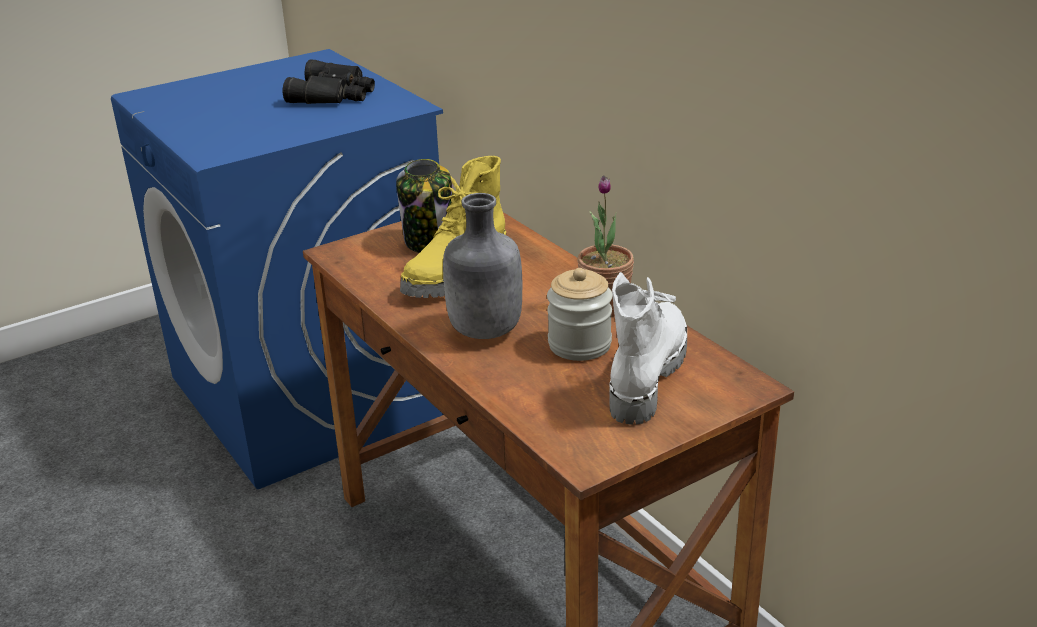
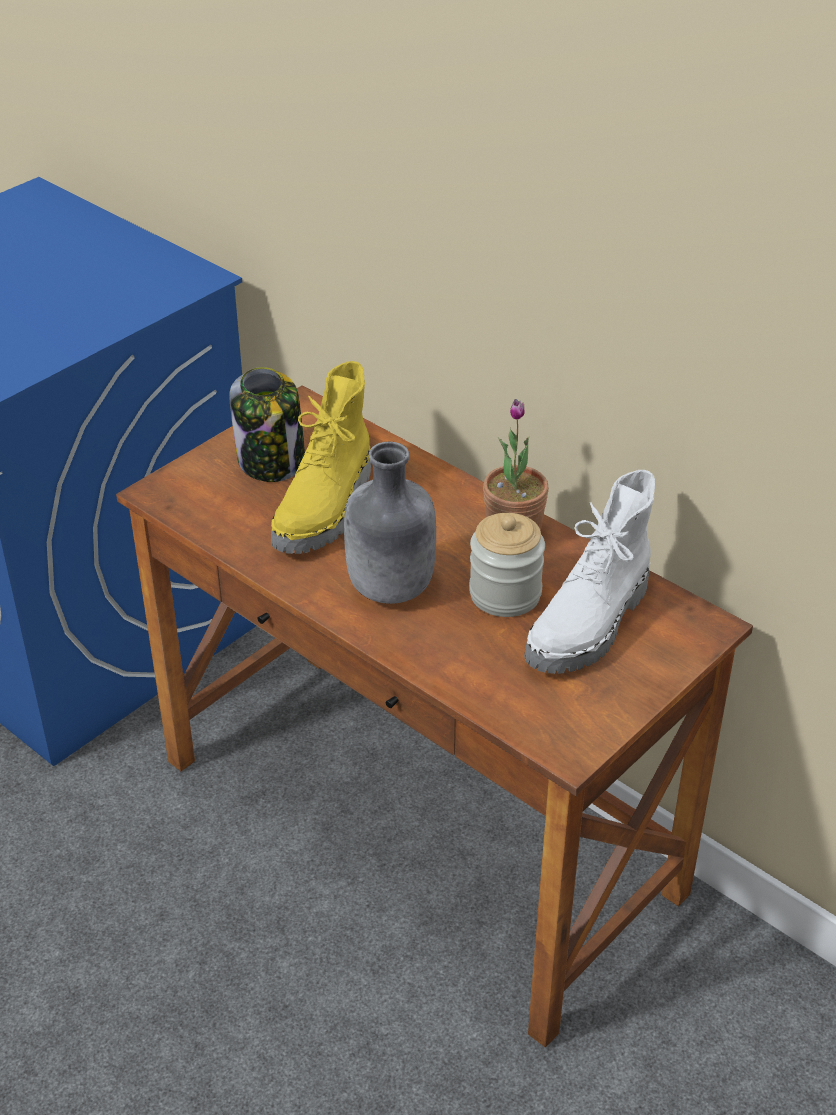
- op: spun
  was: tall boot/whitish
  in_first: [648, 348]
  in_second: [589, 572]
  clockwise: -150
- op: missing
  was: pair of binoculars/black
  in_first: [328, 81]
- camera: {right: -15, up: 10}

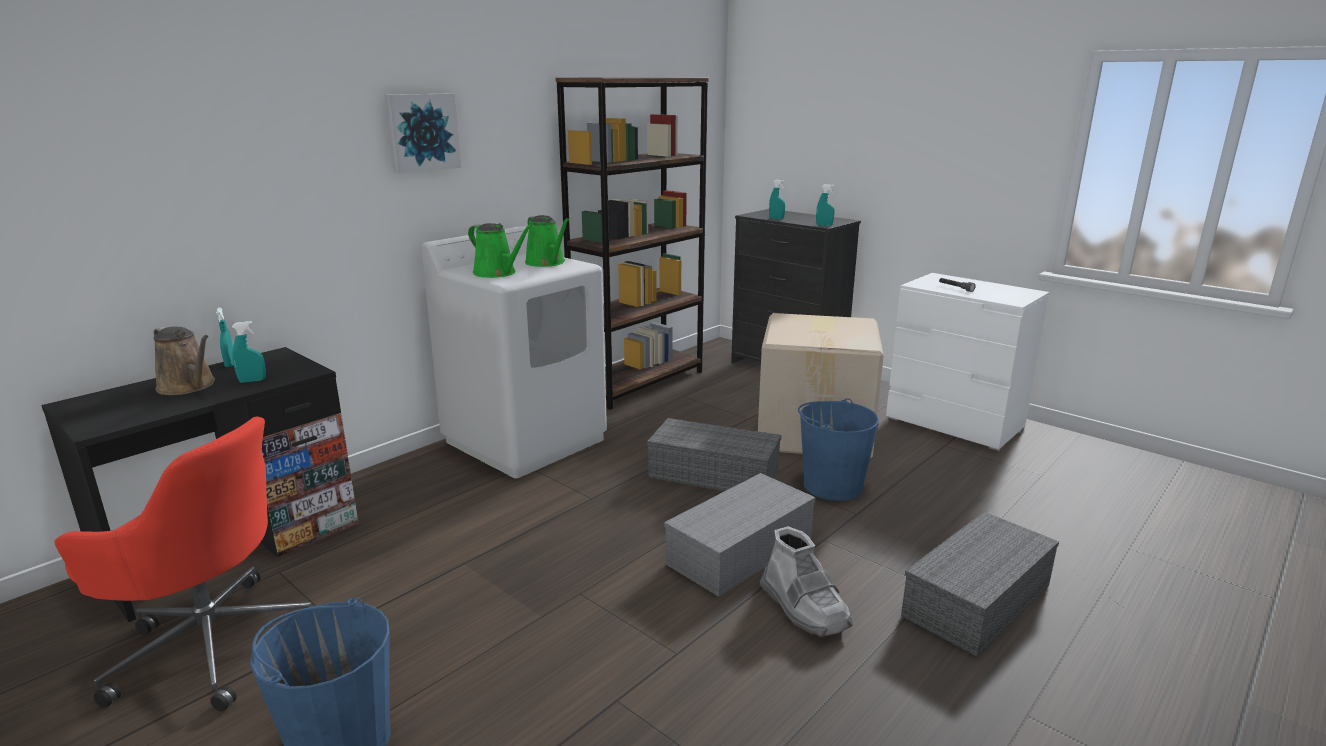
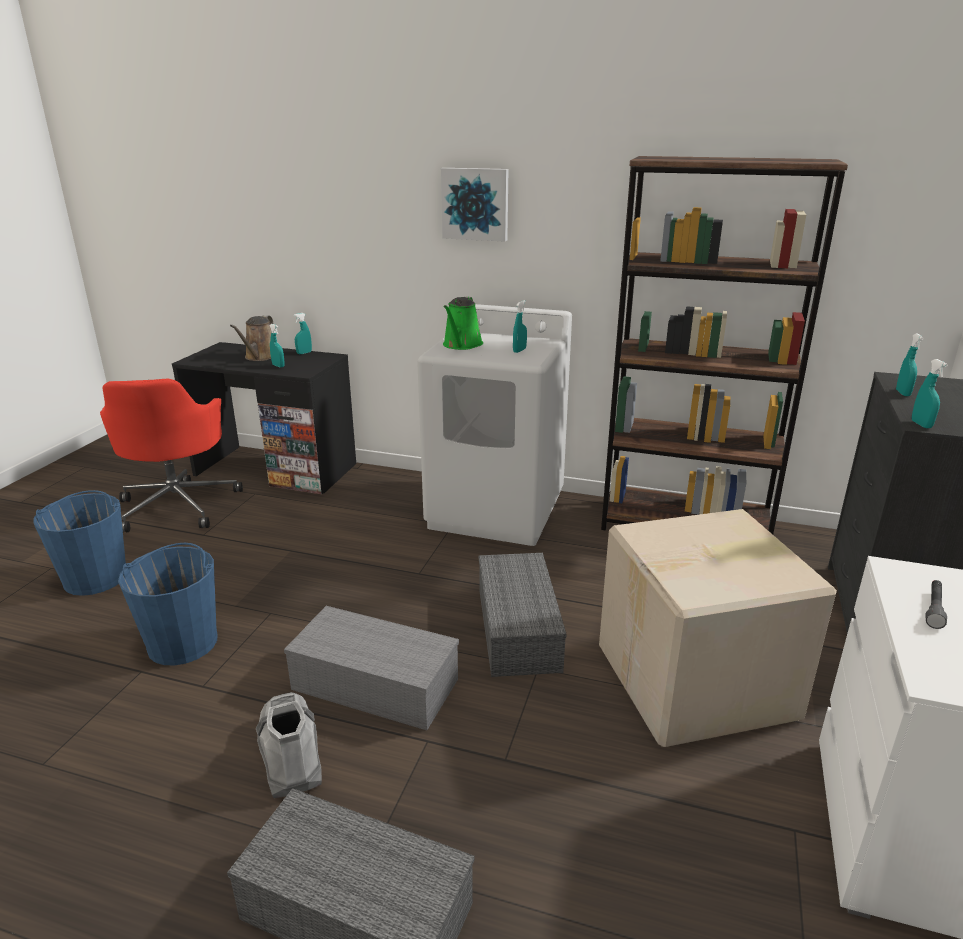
- op: relocated
  was: bucket/blue-coloured
  in_first: [838, 449]
  in_second: [167, 604]
- op: spun
  was: tall boot/greyish
  in_first: [806, 581]
  in_second: [289, 745]
  clockwise: 120
- op: exchanged
  was: watering can/green
  now: spray bottle/turquoise-coloured
  in_first: [547, 241]
  in_second: [520, 326]
- camera: {right: 65, up: 5}

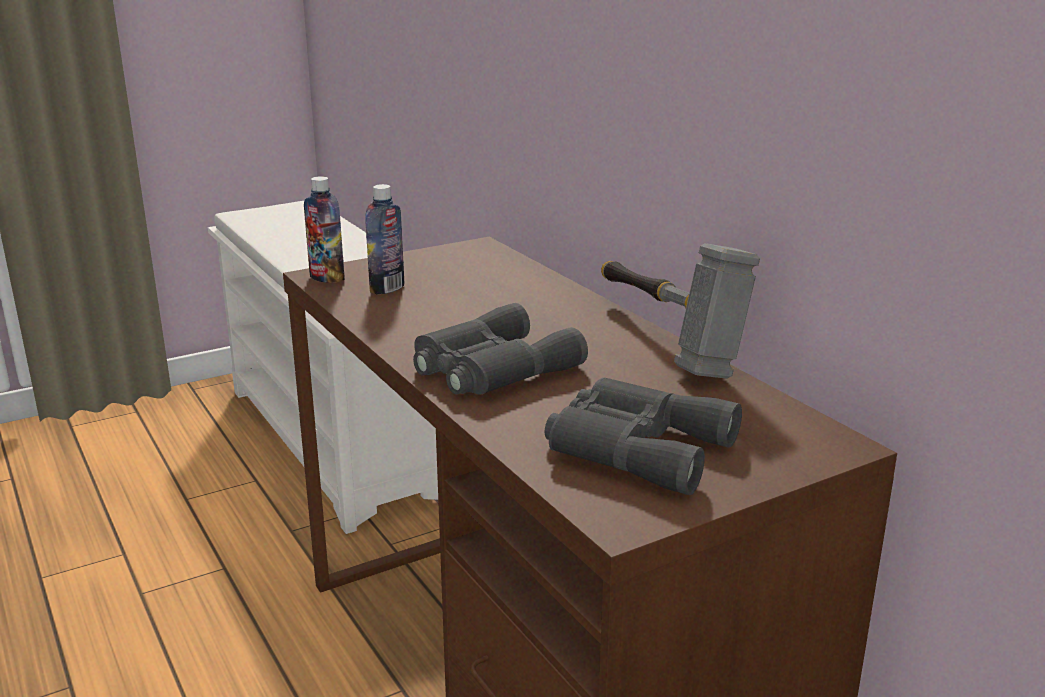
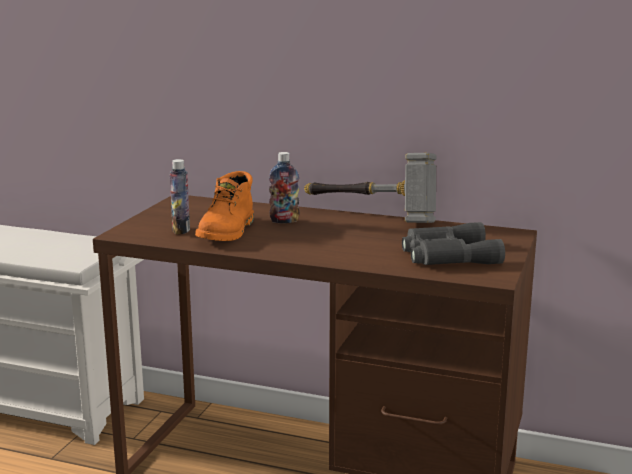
- op: appeared
  now: tall boot/orange-coloured
  in_second: [224, 206]
- op: relocated
  was: bottle
  in_first: [324, 229]
  in_second: [284, 187]
- op: missing
  was: pair of binoculars/greyish
  in_first: [500, 349]
- camera: {right: -40, up: -5}

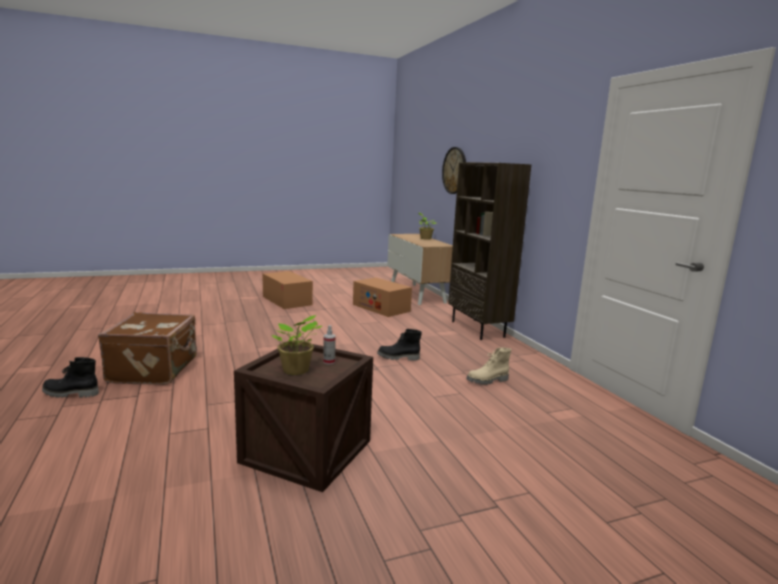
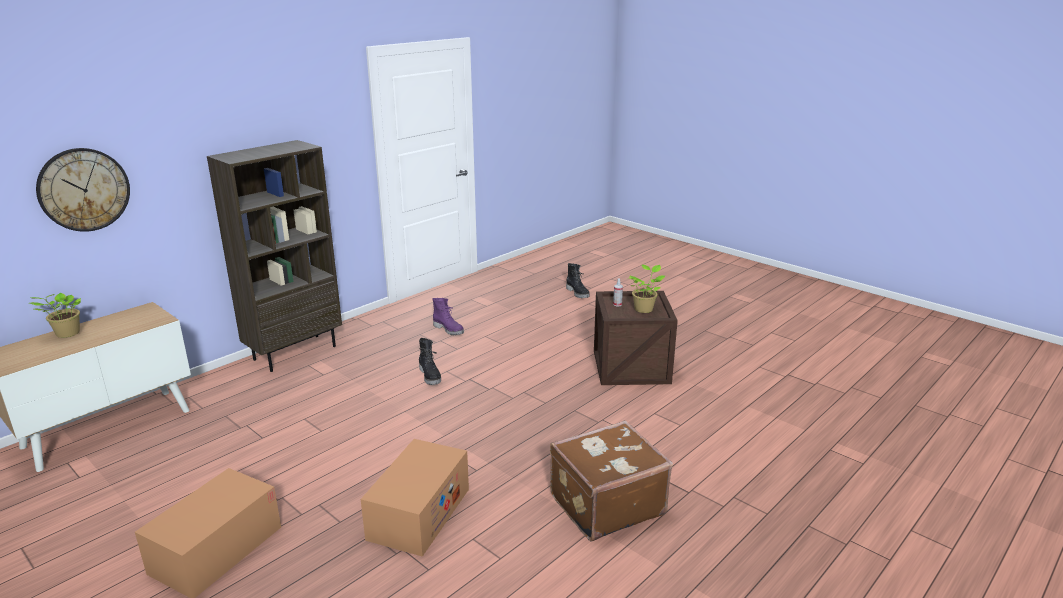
- op: relocated
  was: carton
  in_first: [382, 297]
  in_second: [415, 498]
- op: colour
  was: tall boot/beige
  now: tall boot/purplish
  in_first: [488, 366]
  in_second: [448, 316]
- op: relocated
  was: tall boot/black
  in_first: [70, 377]
  in_second: [577, 280]
- camera: {right: -115, up: 10}

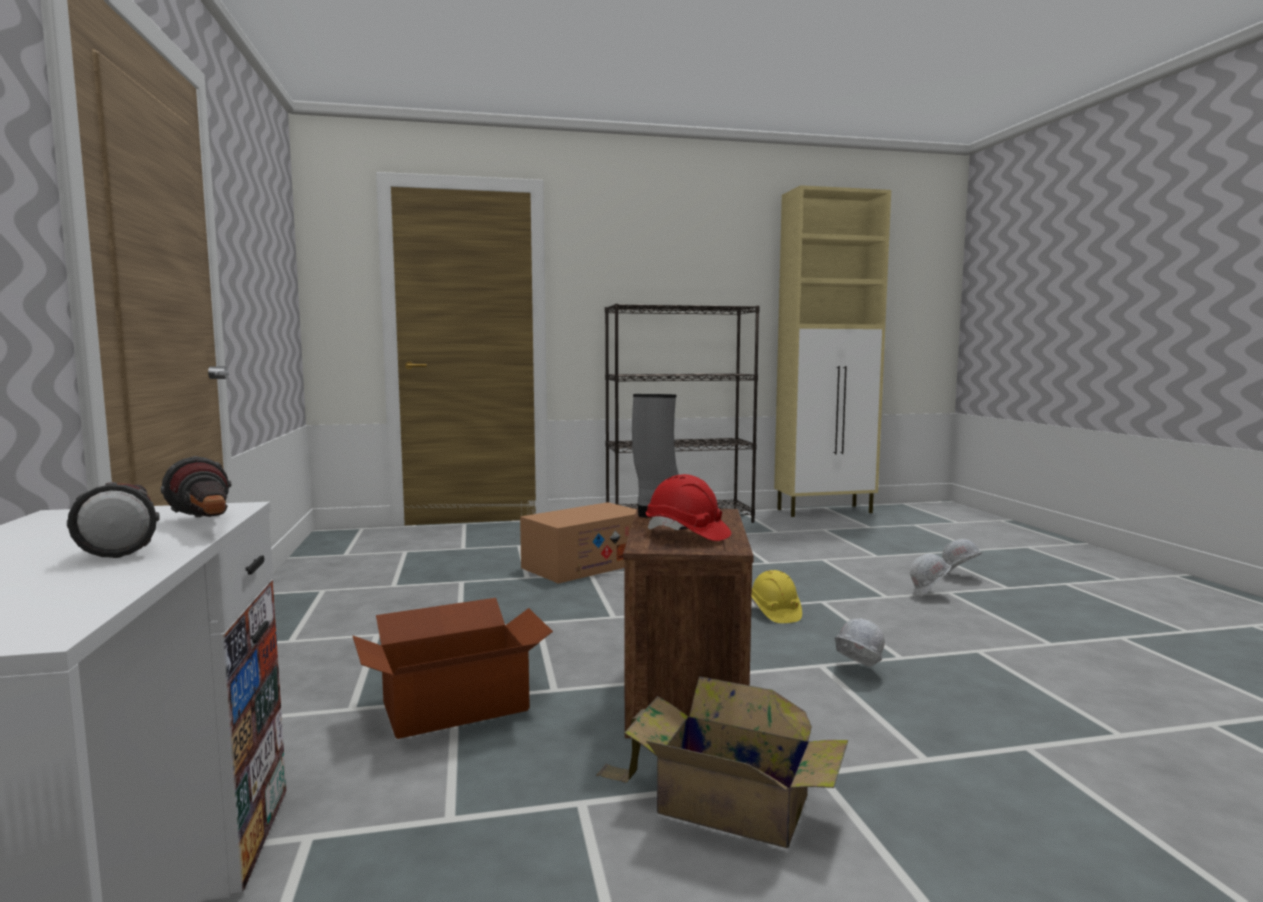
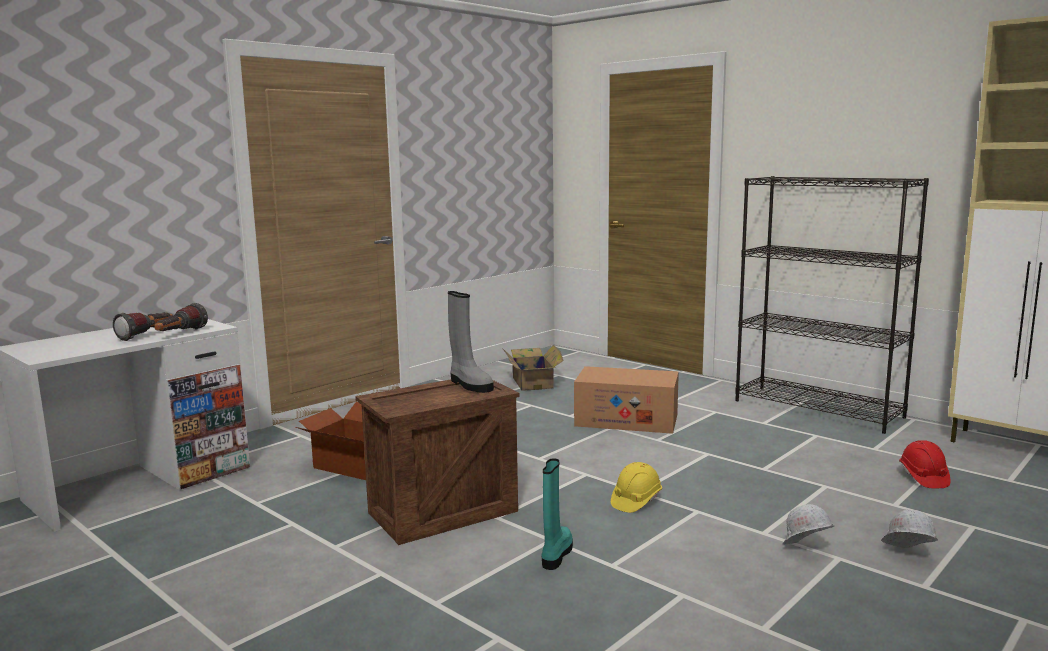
- op: relocated
  was: carton
  in_first: [722, 762]
  in_second: [533, 368]
- op: exchanged
  was: hard hat/whitish
  now: tall boot/turquoise-coloured
  in_first: [860, 642]
  in_second: [557, 514]
- op: relocated
  was: hard hat/red
  in_first: [688, 507]
  in_second: [924, 464]
- camera: {right: 55, up: 5}

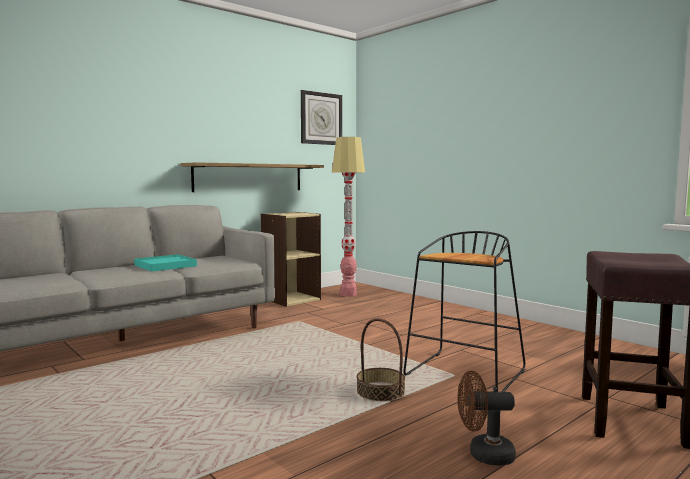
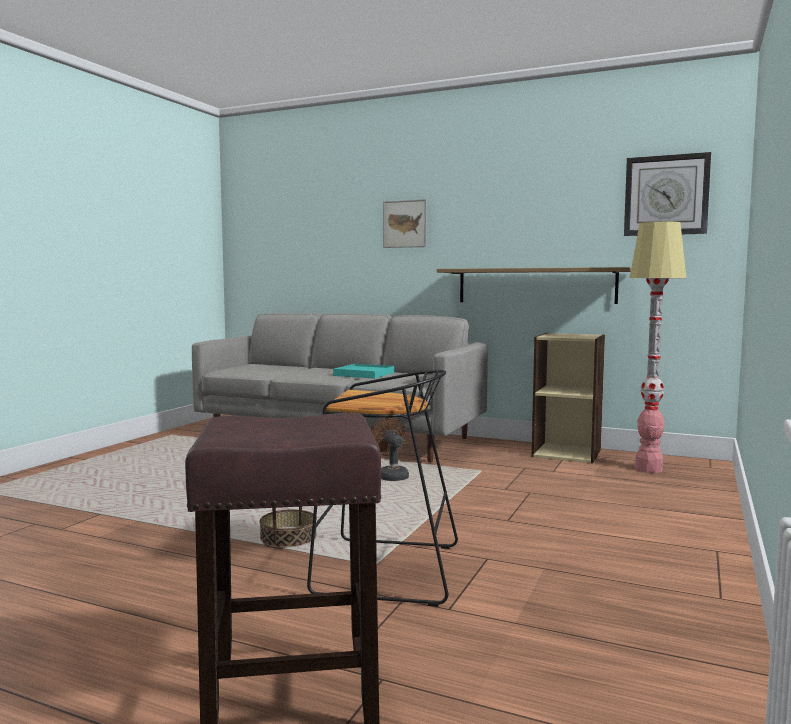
- op: relocated
  was: cooling fan/brown
  in_first: [487, 417]
  in_second: [390, 449]
- op: appeared
  now: wall art
  in_second: [405, 223]
- camera: {right: 65, up: 0}

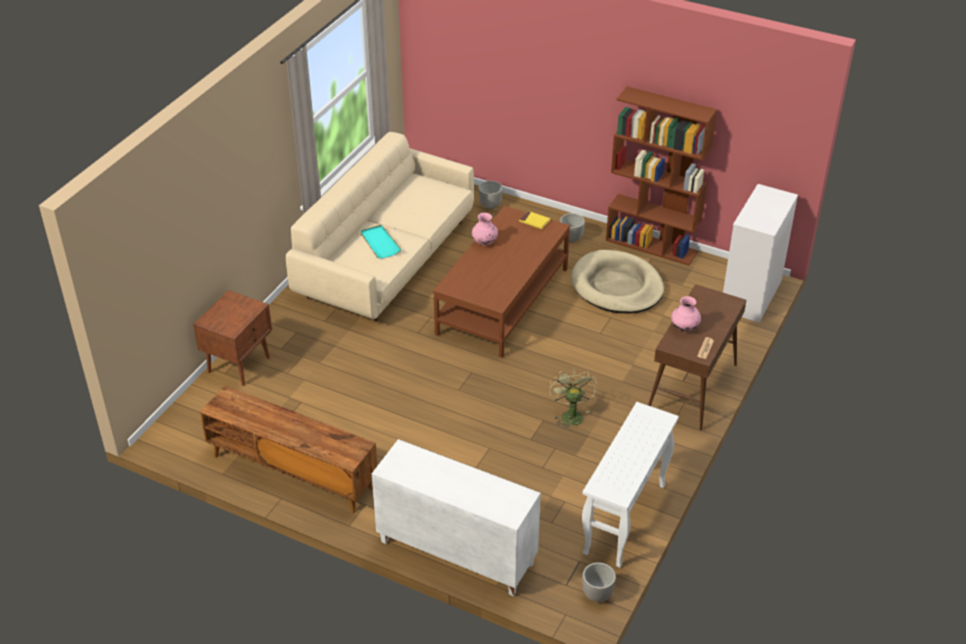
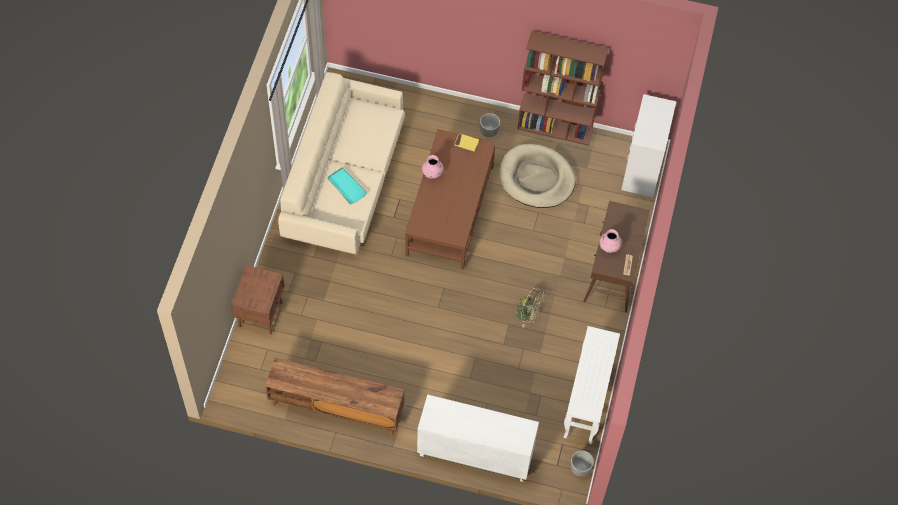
- op: spun
  was: cooling fan/green
  in_first: [573, 399]
  in_second: [529, 307]
  clockwise: 135
- op: missing
  was: planter
  in_first: [490, 195]
- camera: {right: -15, up: 20}

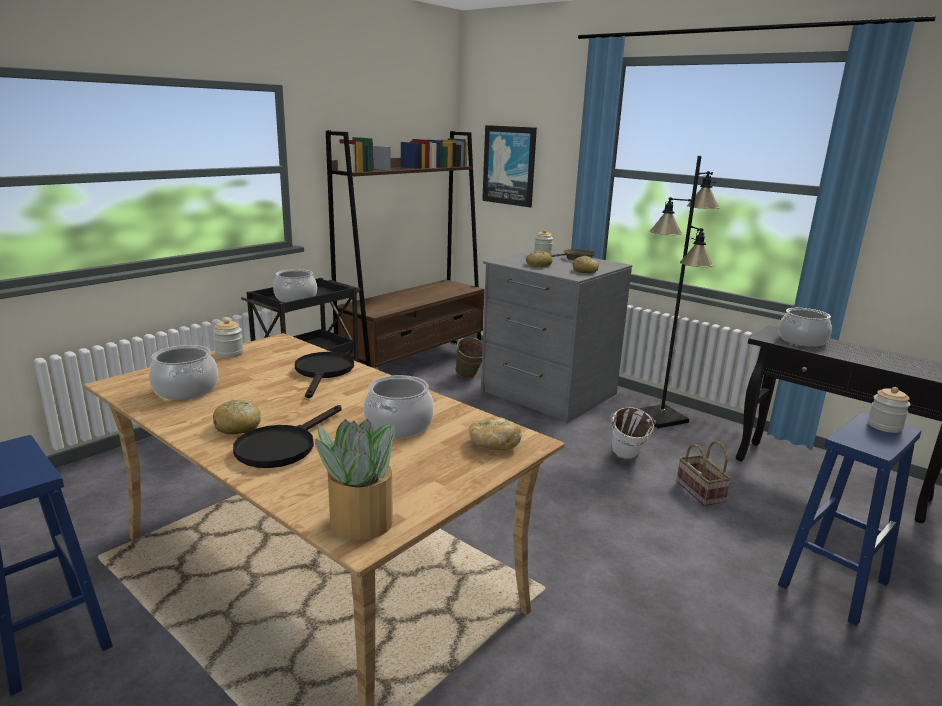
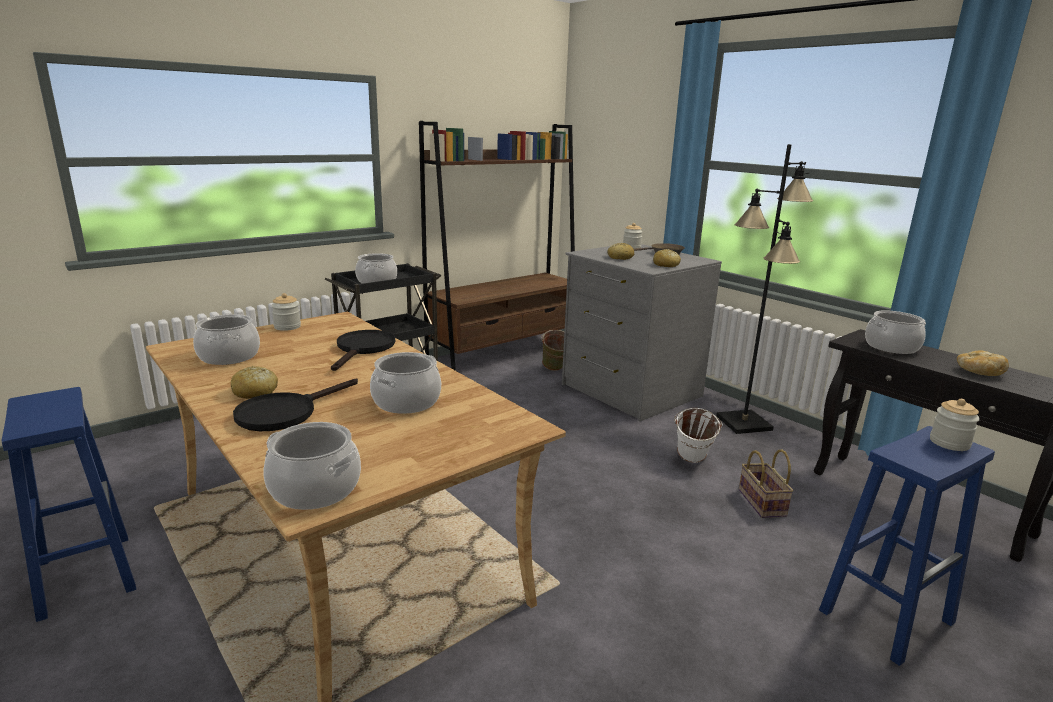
- op: exchanged
  was: houseplant
  now: saucepot
  in_first: [355, 479]
  in_second: [312, 466]
- op: relocated
  was: baked bread
  in_first: [495, 433]
  in_second: [983, 363]
- op: missing
  was: wall art
  in_first: [509, 166]
- camera: {right: 10, up: 0}

